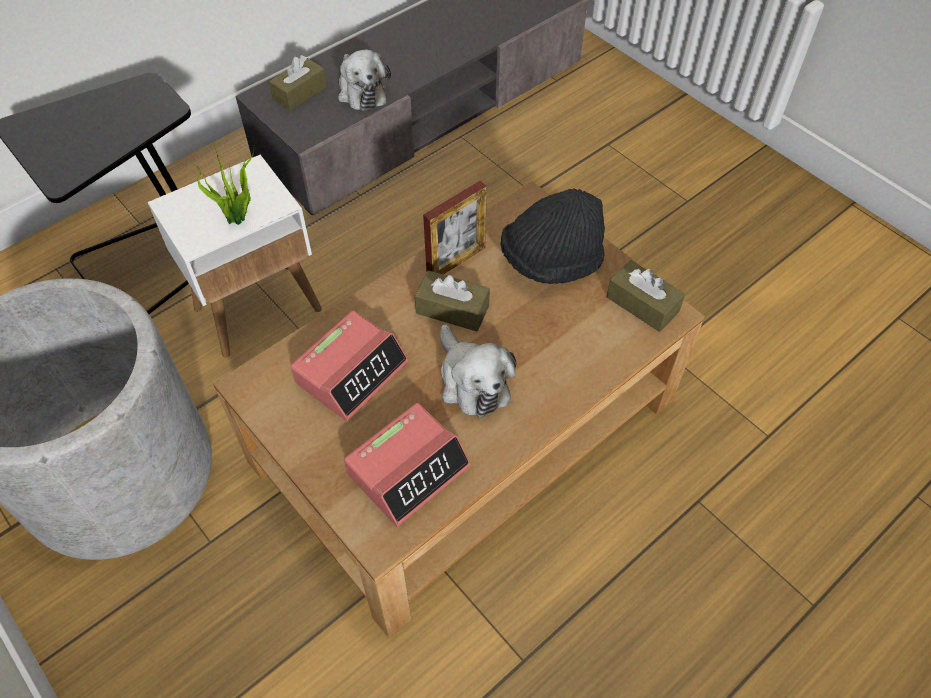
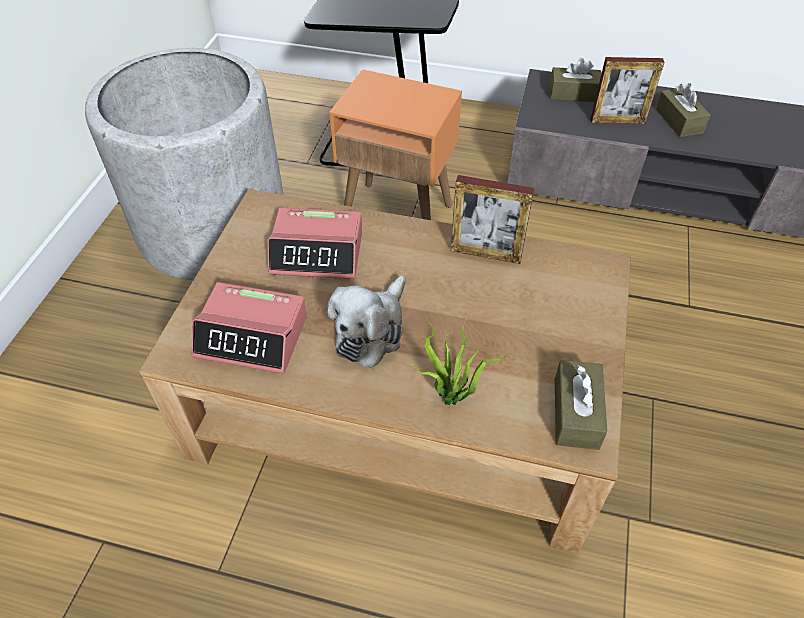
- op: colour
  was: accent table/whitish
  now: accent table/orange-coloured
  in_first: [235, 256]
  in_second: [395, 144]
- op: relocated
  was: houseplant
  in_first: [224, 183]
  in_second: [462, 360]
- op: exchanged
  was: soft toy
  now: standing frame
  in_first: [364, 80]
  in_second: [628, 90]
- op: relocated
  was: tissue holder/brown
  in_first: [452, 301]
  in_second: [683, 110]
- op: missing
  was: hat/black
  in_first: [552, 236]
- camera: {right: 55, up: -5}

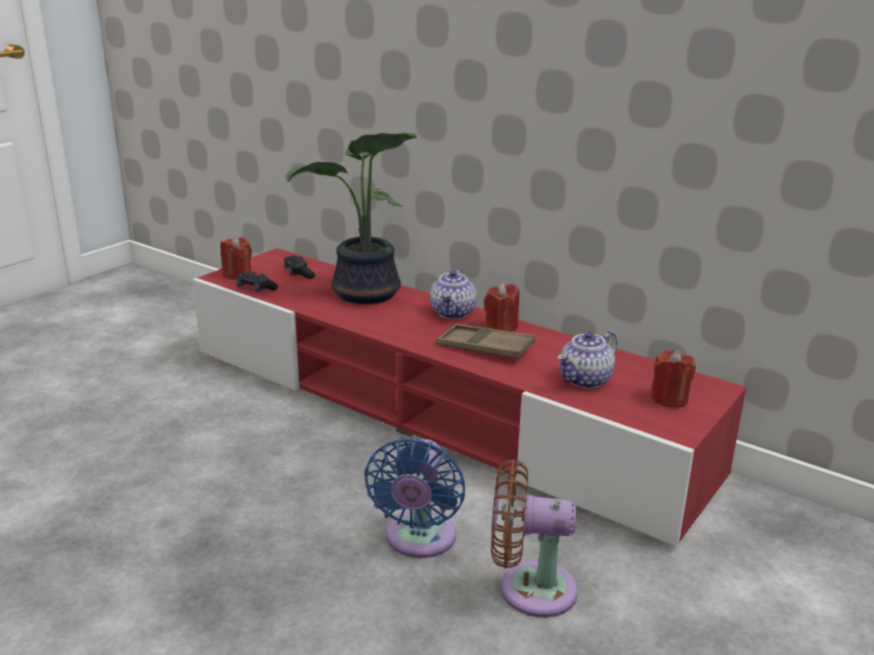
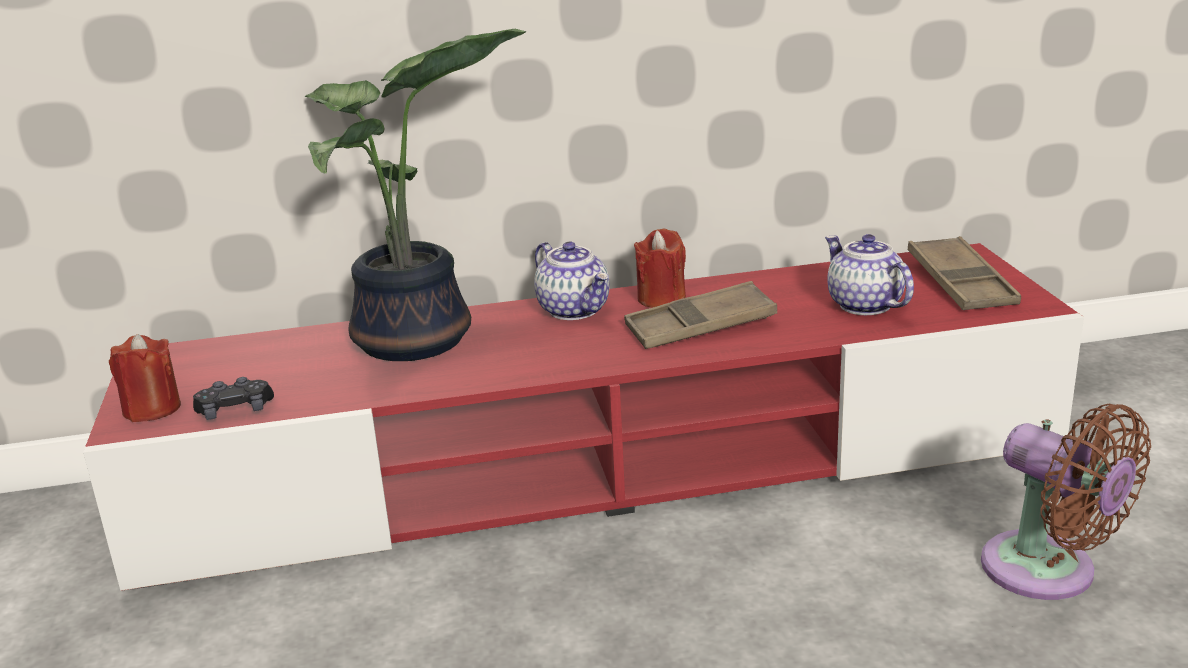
- op: spun
  was: teapot
  in_first: [587, 360]
  in_second: [869, 274]
  clockwise: 150
- op: exchanged
  was: wax candle/red
  now: serving tray/brown
  in_first: [673, 379]
  in_second: [964, 273]
- op: spun
  was: cooling fan/brown
  in_first: [534, 538]
  in_second: [1066, 502]
  clockwise: -90
- op: missing
  was: game controller/black
  in_first: [299, 267]
- op: missing
  was: cooling fan/blue-coloured
  in_first: [414, 498]
- camera: {right: -45, up: 0}

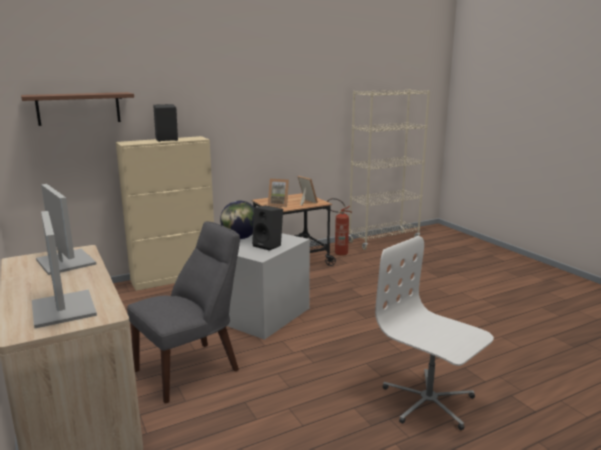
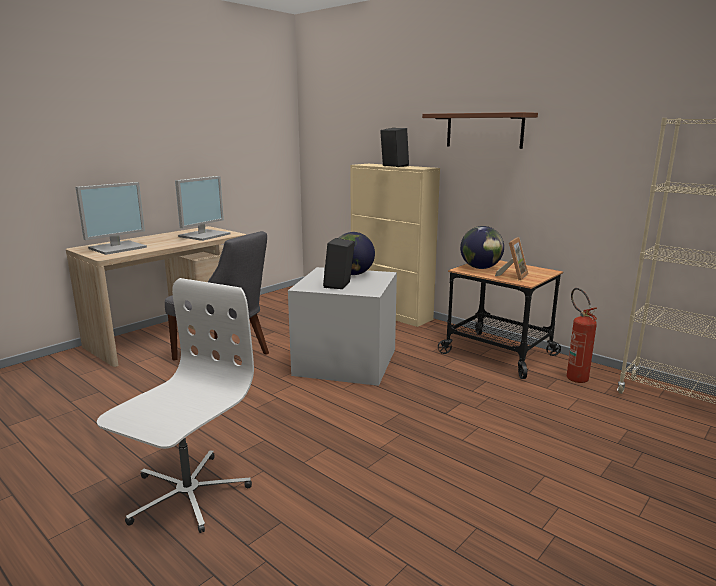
- op: relocated
  was: bracket shelf/brown
  in_first: [77, 109]
  in_second: [480, 130]
- op: exchanged
  was: standing frame
  now: globe
  in_first: [278, 193]
  in_second: [482, 247]
- camera: {right: 70, up: 0}

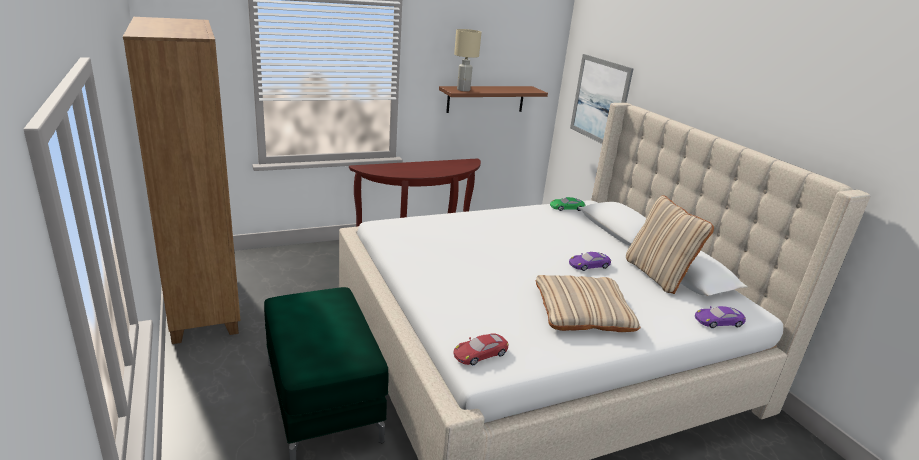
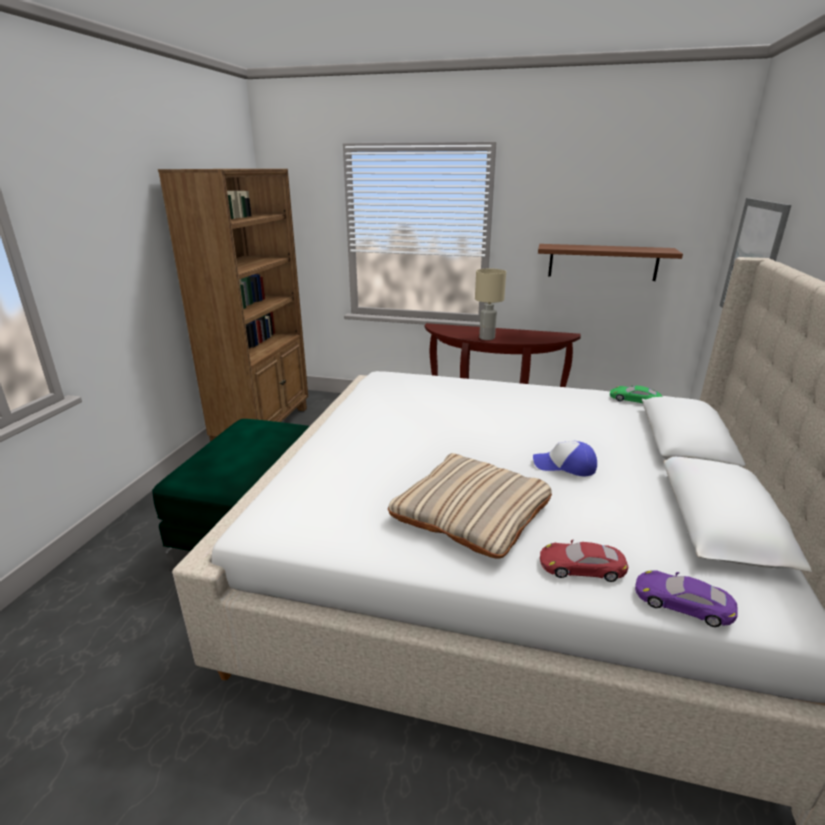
- op: relocated
  was: lamp for a table/beige
  in_first: [467, 60]
  in_second: [490, 304]
- op: exchanged
  was: miniature car/purplish
  now: peaked cap
  in_first: [590, 261]
  in_second: [565, 458]
- op: relocated
  was: miniature car/red
  in_first: [481, 349]
  in_second: [584, 561]
- op: missing
  was: cushion/beige
  in_first: [670, 245]
- camera: {right: 40, up: 0}

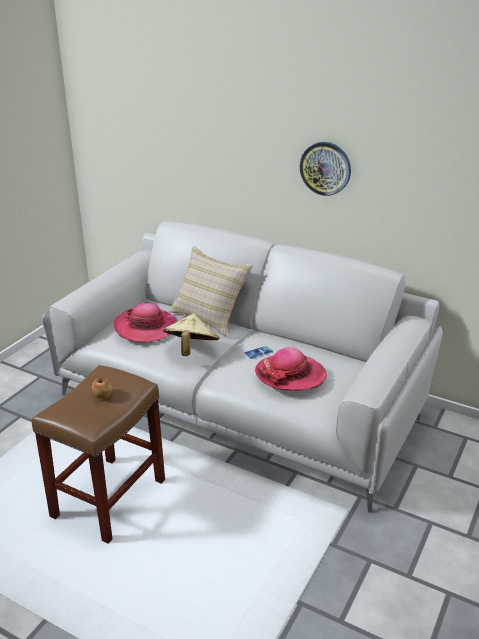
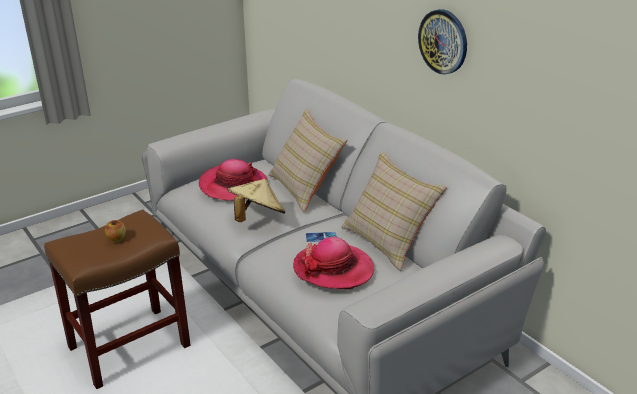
- op: appeared
  now: cushion/beige
  in_second: [394, 211]
- camera: {right: 25, up: 0}

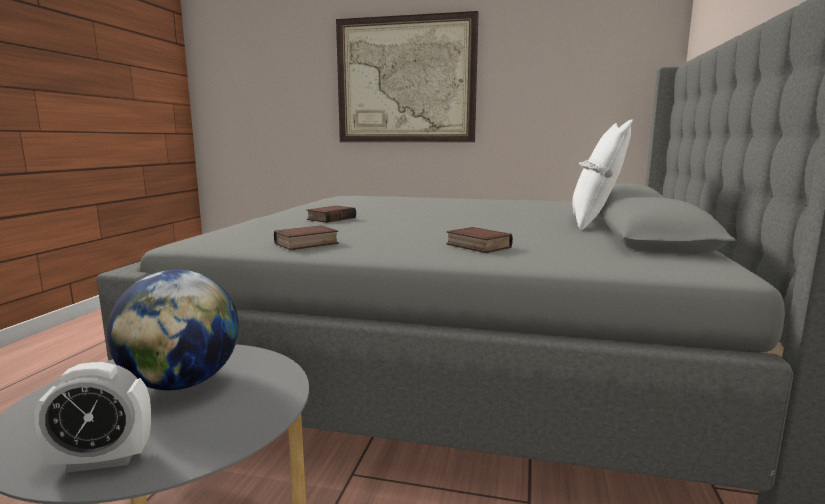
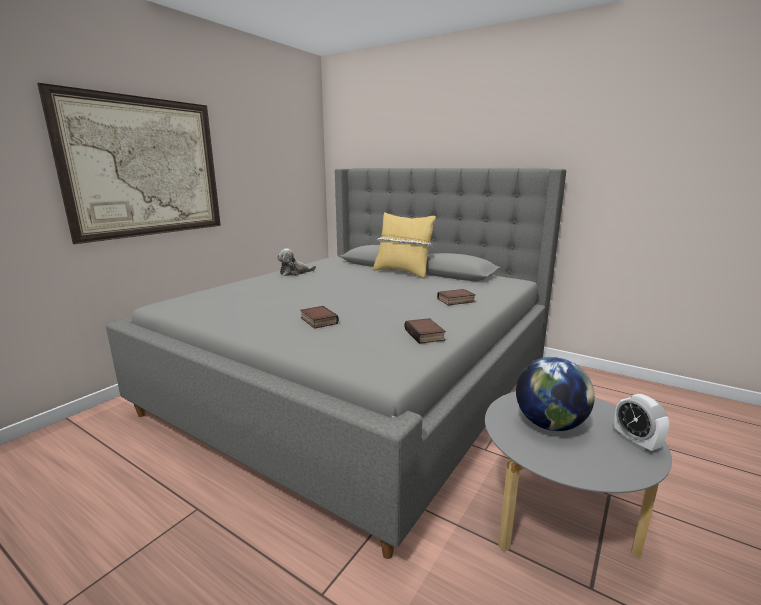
- op: appeared
  now: soft toy
  in_second: [296, 262]
- op: colour
  was: cushion/whitish
  now: cushion/yellow-coloured
  in_first: [602, 175]
  in_second: [404, 246]
- op: spun
  was: table clock
  in_first: [93, 417]
  in_second: [641, 423]
  clockwise: 150
- camera: {right: -70, up: 5}

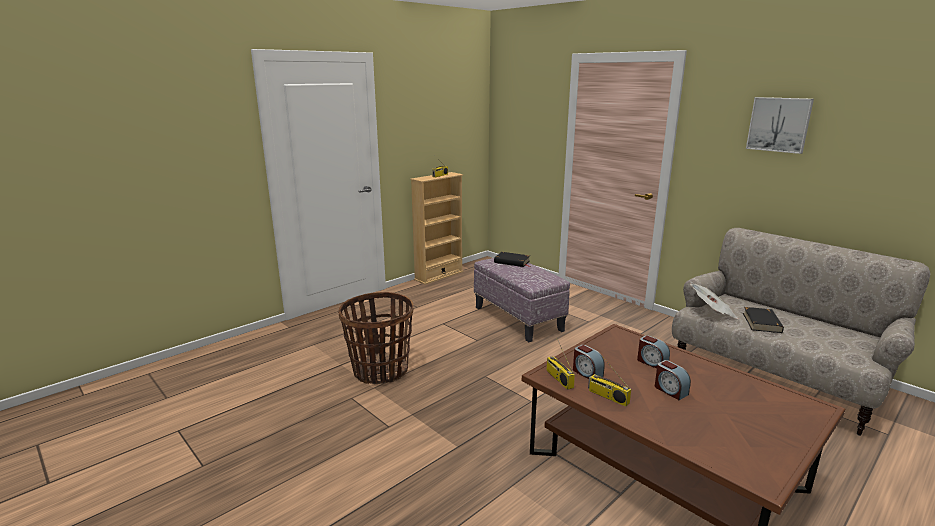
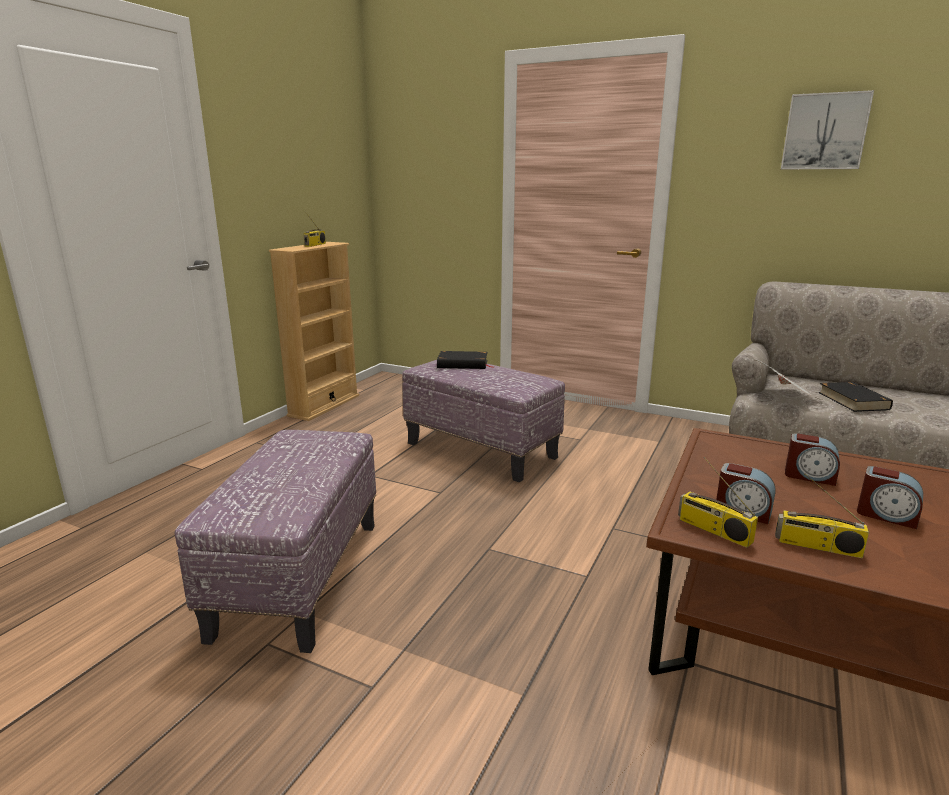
- op: exchanged
  was: household basket
  now: ottoman
  in_first: [376, 338]
  in_second: [275, 541]
- camera: {right: -20, up: 0}

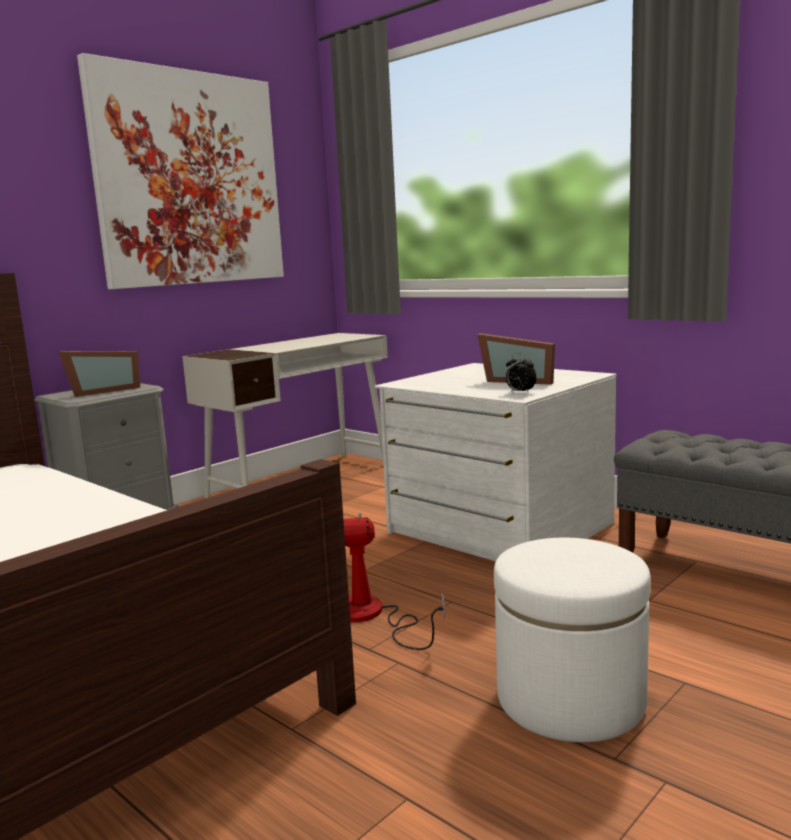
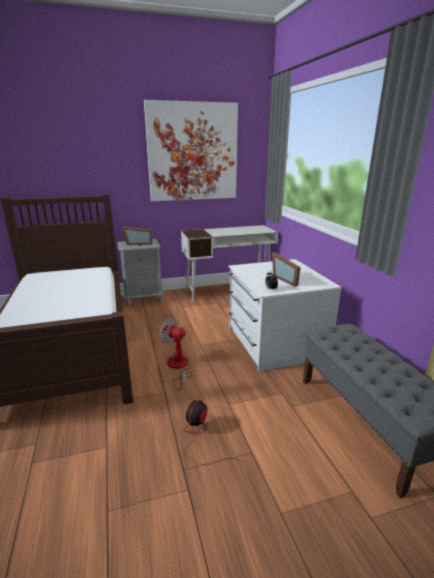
- op: exchanged
  was: ottoman/whitish
  now: cooling fan
  in_first: [572, 640]
  in_second: [213, 432]
- camera: {right: 30, up: 10}

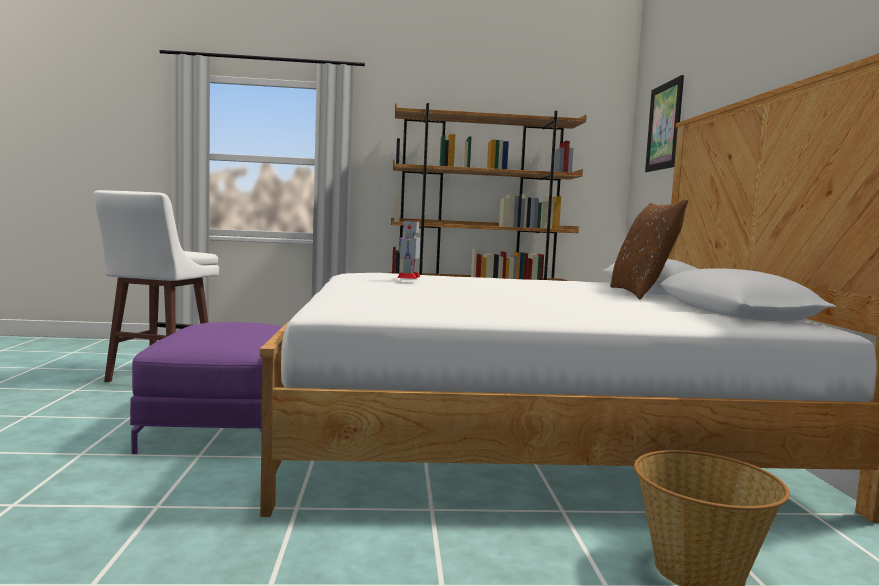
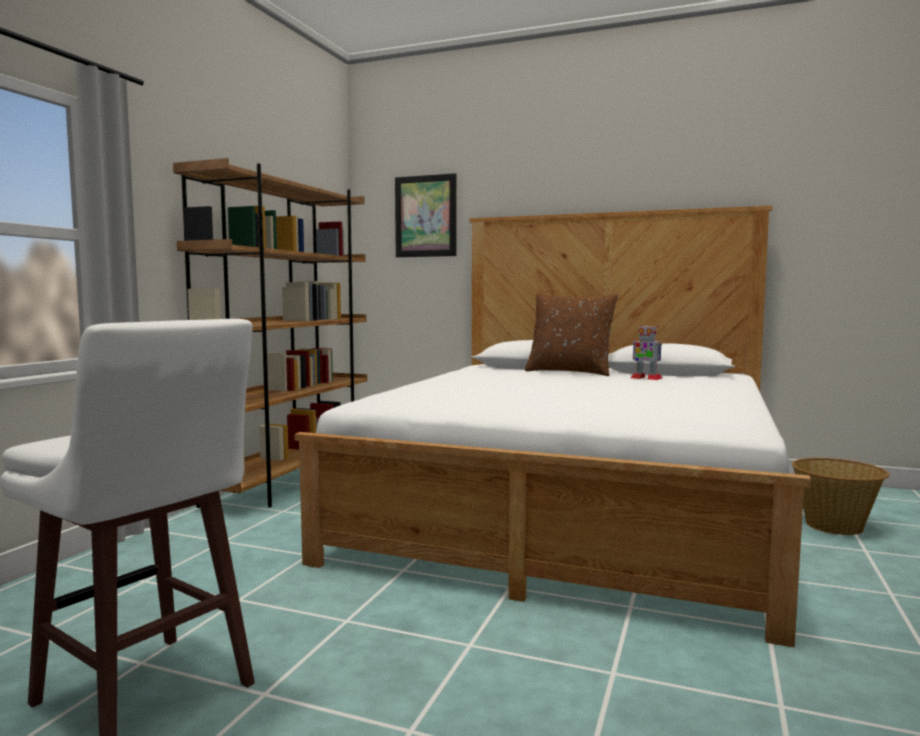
- op: relocated
  was: toy robot
  in_first: [409, 249]
  in_second: [646, 352]
- op: missing
  was: ottoman/purplish
  in_first: [206, 388]
- camera: {right: -65, up: 0}

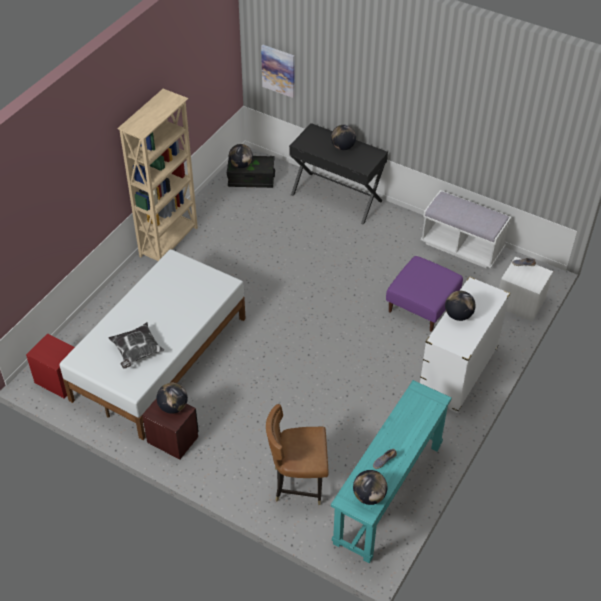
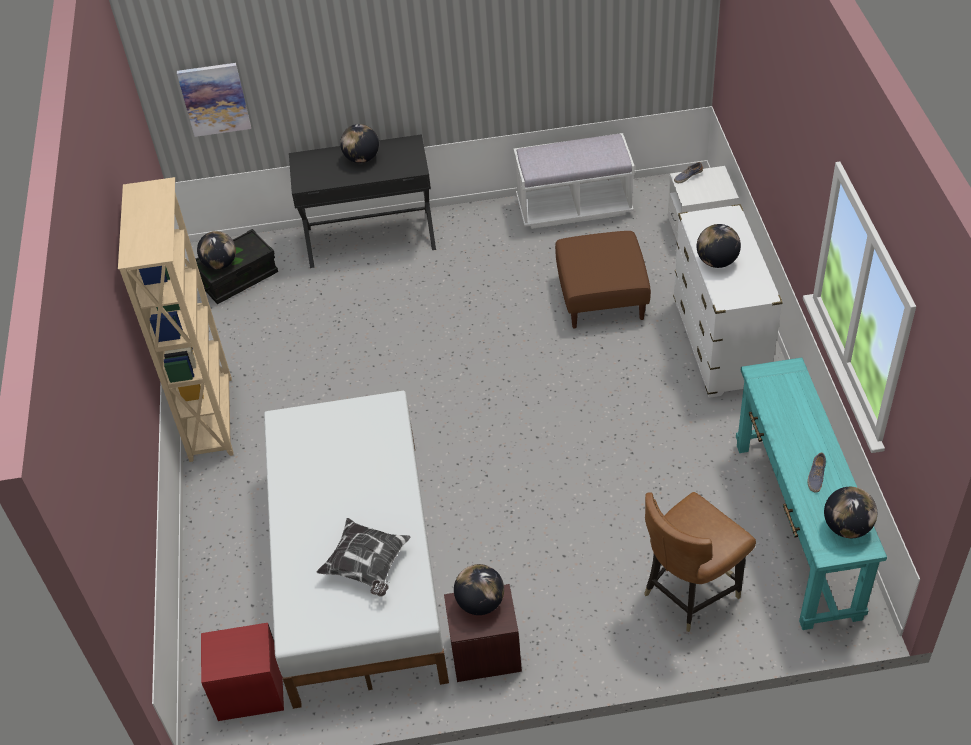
- op: colour
  was: ottoman/purplish
  now: ottoman/brown
  in_first: [424, 294]
  in_second: [603, 280]
- camera: {right: -35, up: 0}

